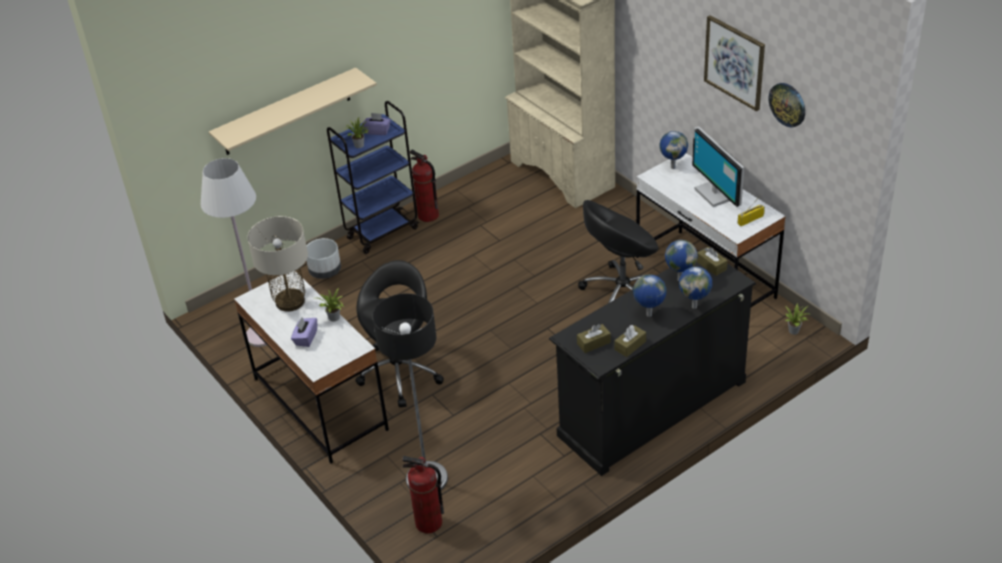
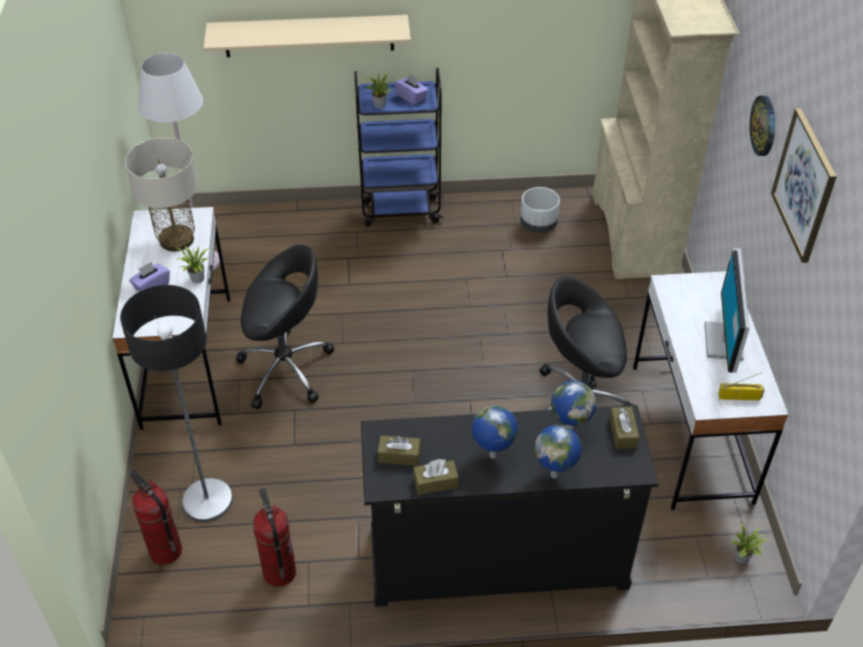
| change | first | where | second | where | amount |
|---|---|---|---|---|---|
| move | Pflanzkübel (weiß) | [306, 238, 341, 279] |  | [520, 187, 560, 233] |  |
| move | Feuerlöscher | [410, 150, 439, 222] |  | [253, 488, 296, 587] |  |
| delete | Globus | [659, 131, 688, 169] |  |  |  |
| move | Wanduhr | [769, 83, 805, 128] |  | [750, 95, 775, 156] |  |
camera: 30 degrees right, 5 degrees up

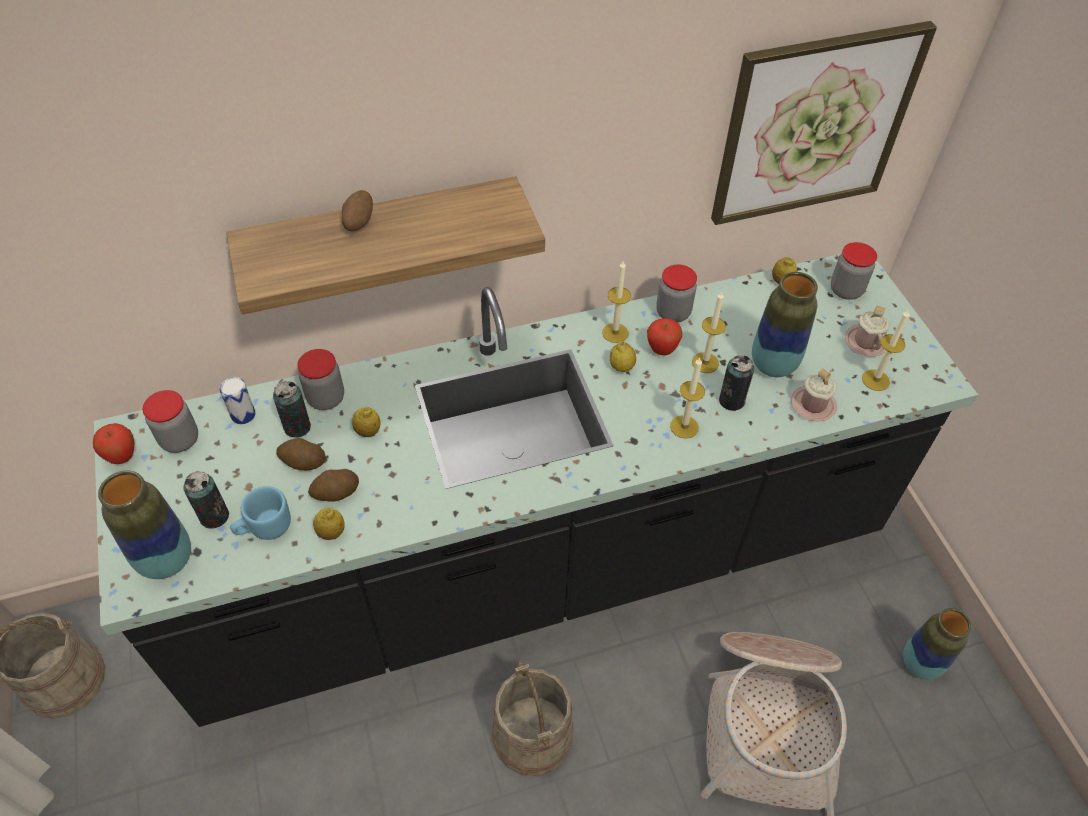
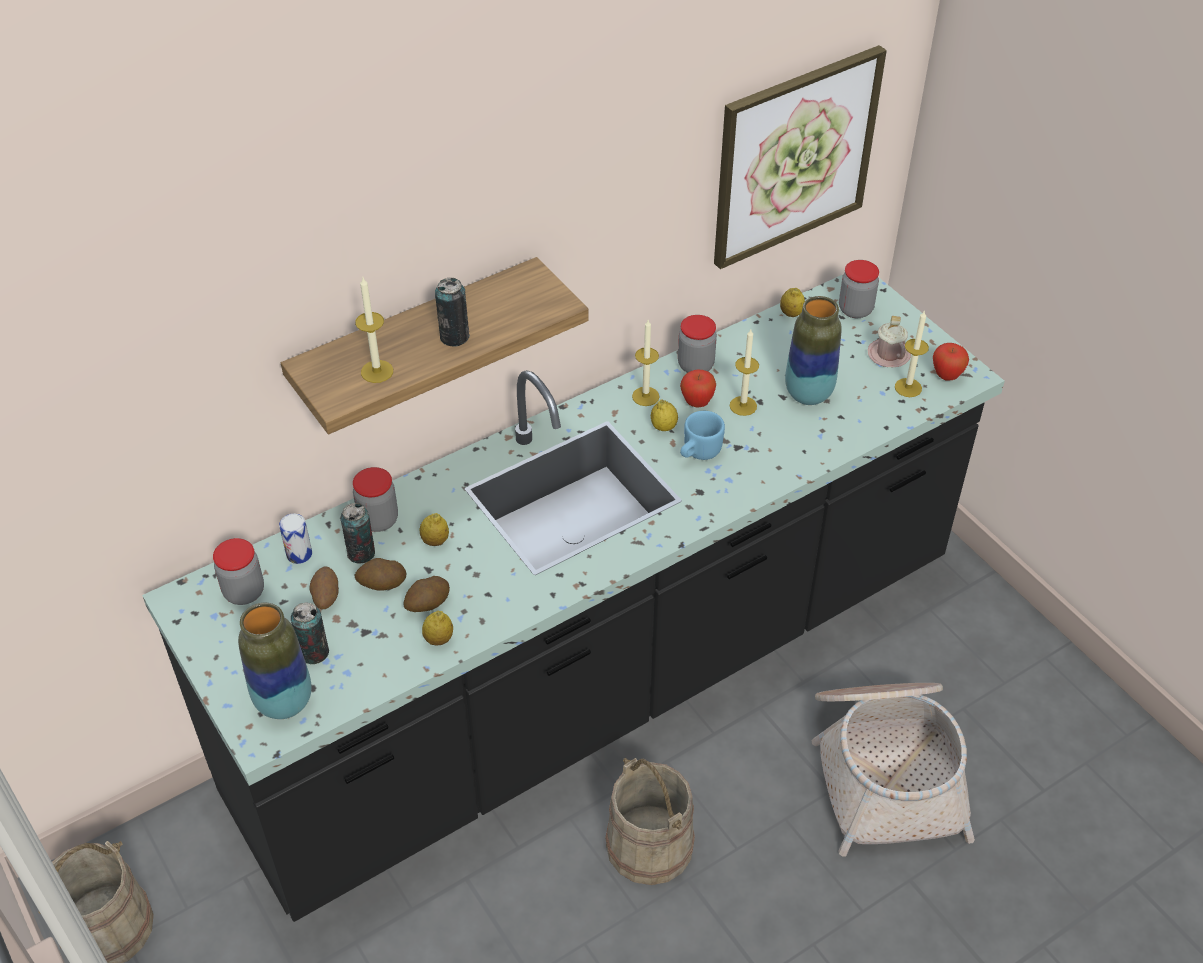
| change | first | where | second | where | amount |
|---|---|---|---|---|---|
| move | Apfel | [93, 423, 134, 464] |  | [933, 343, 969, 381] |  |
| move | Henkelbecher (blau) | [230, 486, 291, 540] |  | [680, 411, 725, 460] |  |
| move | Kartoffel | [341, 190, 373, 231] |  | [310, 566, 339, 609] |  |
| move | Kerze | [670, 358, 705, 439] |  | [355, 278, 393, 383] |  |
| move | Dose | [719, 355, 754, 411] |  | [435, 278, 470, 347] |  |
| delete | Henkelbecher (rosa) | [791, 369, 837, 421] |  |  |  |
| delete | Vase | [903, 608, 971, 680] |  |  |  |
camera: 15 degrees left, 5 degrees down

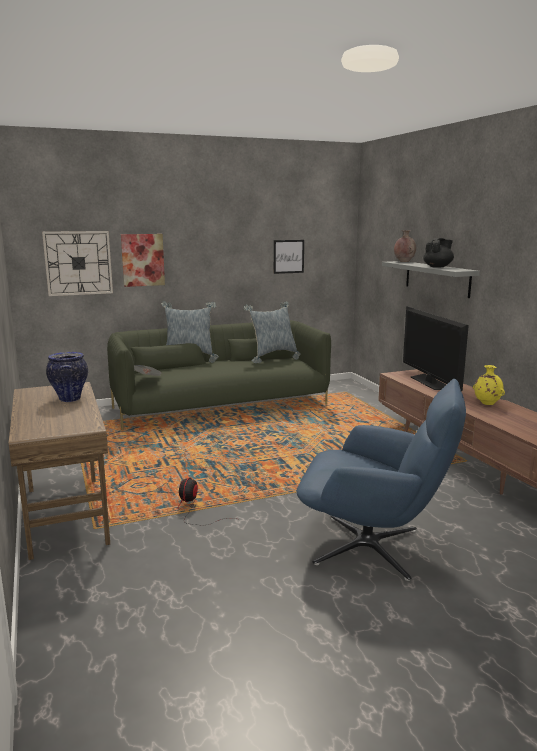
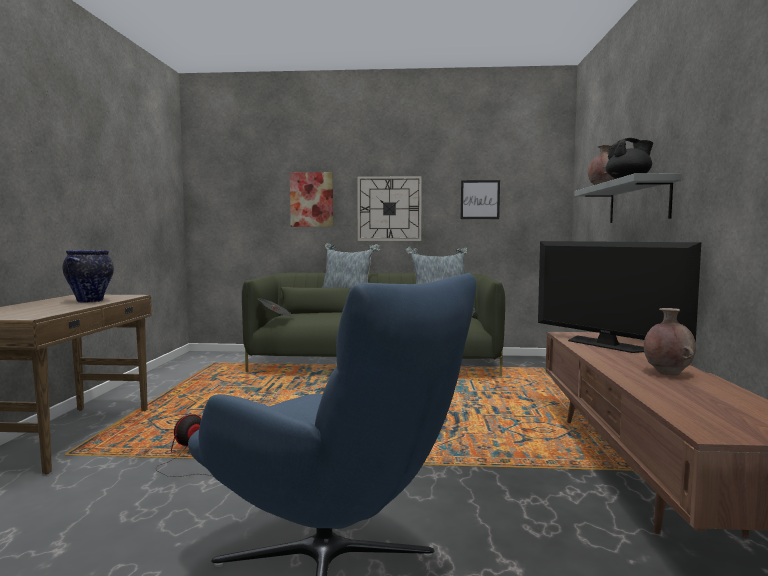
| change | first | where | second | where | amount |
|---|---|---|---|---|---|
| move | Wanduhr | [42, 231, 113, 296] |  | [357, 176, 422, 241] |  |
| rotate | Fernseher | [403, 306, 469, 391] |  | [538, 241, 701, 353] | 45 degrees counterclockwise |
| recolor | Vase (gelb) | [473, 365, 505, 405] | Vase (braun) | [644, 308, 696, 376] |  |
camera: 25 degrees right, 10 degrees down

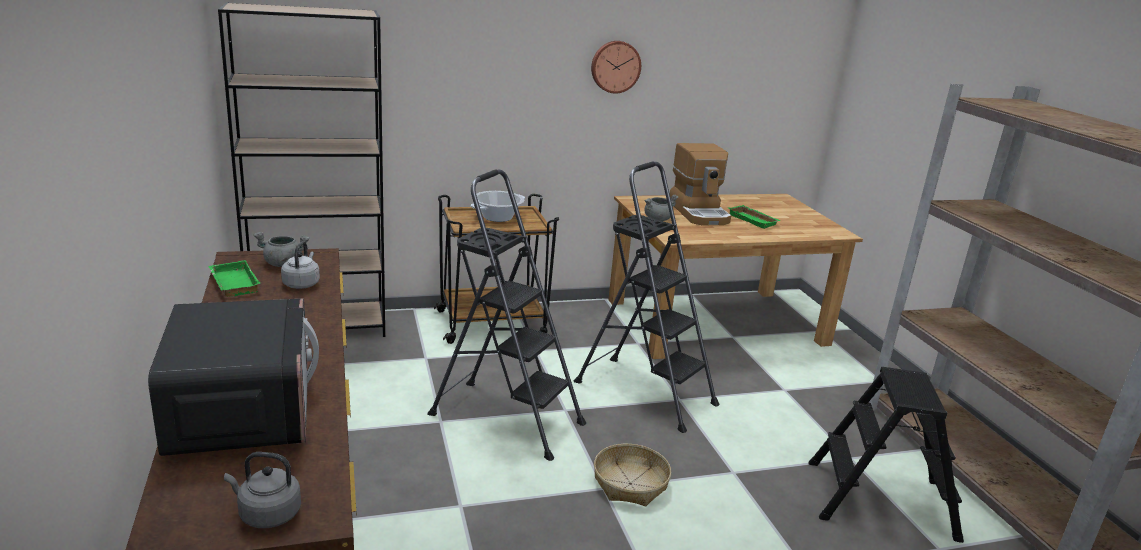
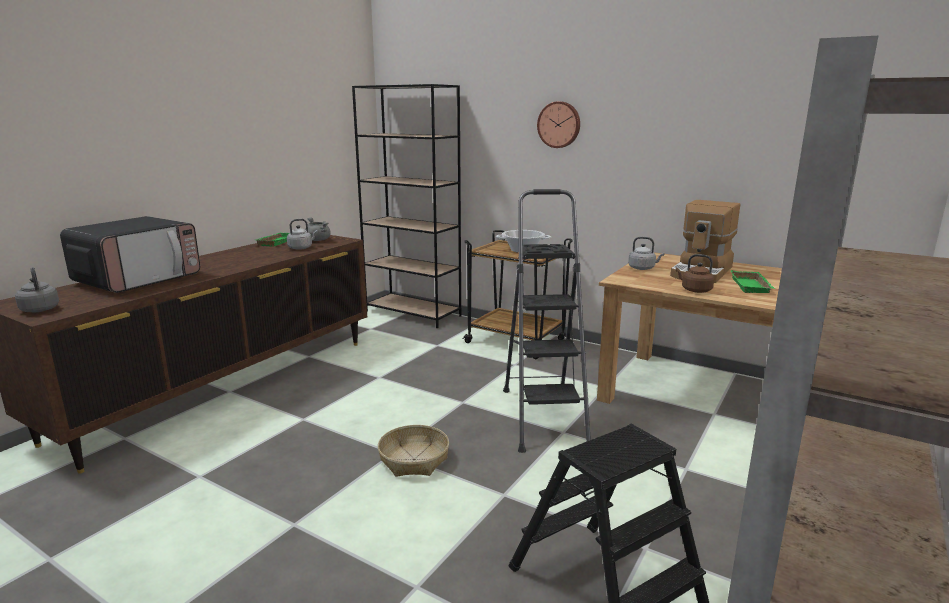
| change | first | where | second | where | amount |
|---|---|---|---|---|---|
| delete | Trittleiter | [427, 169, 586, 461] |  |  |  |
| move | Wanduhr | [591, 41, 641, 94] |  | [537, 101, 580, 148] |  |
| replace | Kochtopf (grau) | [644, 195, 678, 221] | Wasserkessel (grau) | [628, 237, 664, 270] |  |
| insert |  |  | Wasserkessel (braun) | [676, 254, 714, 293] |  |
camera: 50 degrees right, 5 degrees down

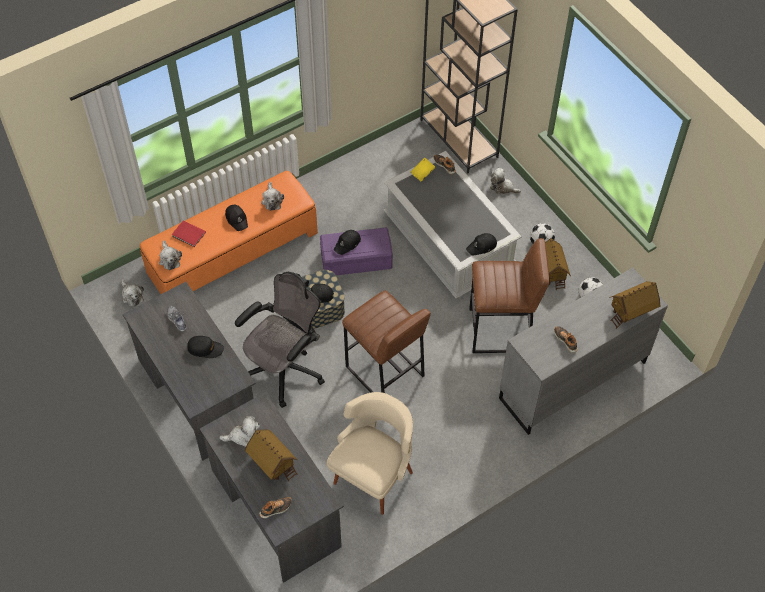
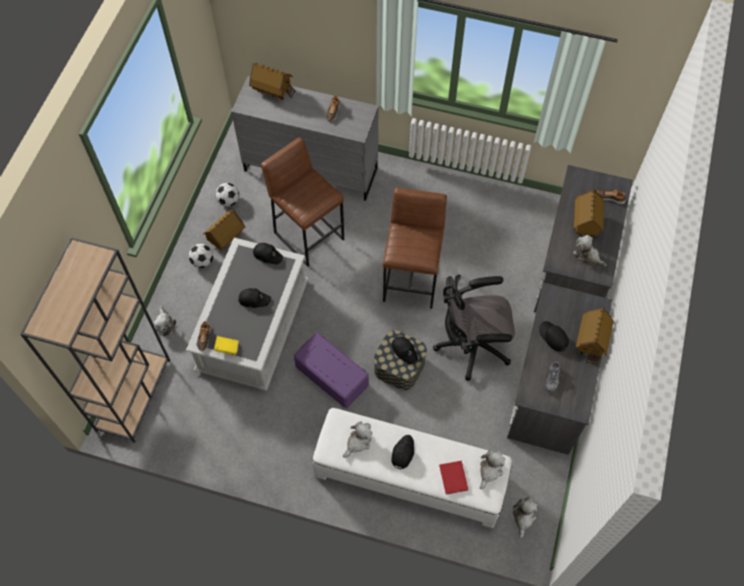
| change | first | where | second | where | amount |
|---|---|---|---|---|---|
| recolor | Bank (orange) | [140, 171, 318, 294] | Bank (weiß) | [313, 408, 512, 528] |  |
| delete | Stuhl (beige) | [326, 392, 413, 514] |  |  |  |
| move | Kappe (schwarz) | [334, 230, 361, 255] |  | [238, 288, 271, 308] |  |
| insert |  |  | Spielzeughaus | [575, 308, 614, 366] |  |
camera: 130 degrees left, 5 degrees up

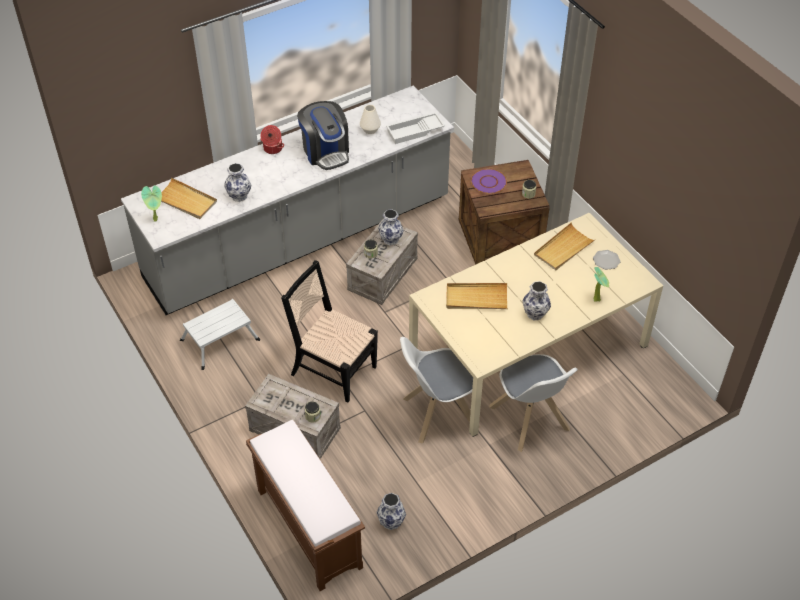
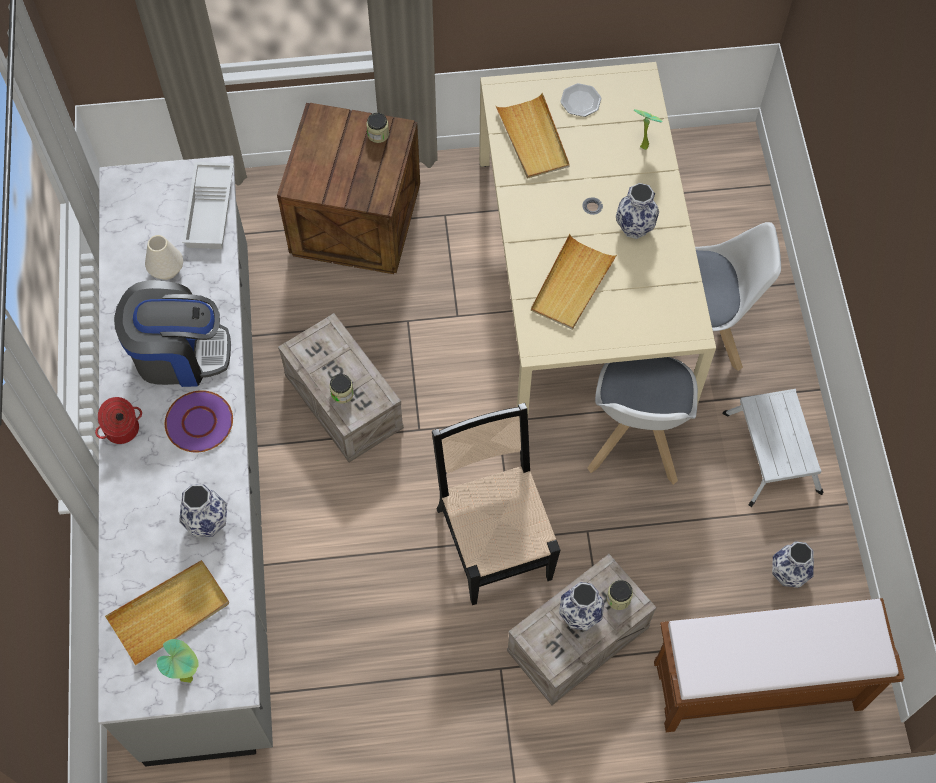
| change | first | where | second | where | amount |
|---|---|---|---|---|---|
| move | Trittleiter (weiß) | [180, 299, 260, 370] |  | [722, 389, 823, 507] |  |
| rotate | Stuhl | [281, 260, 378, 402] |  | [432, 403, 560, 605] | 105 degrees clockwise |
| move | Vase | [378, 209, 404, 245] |  | [559, 582, 604, 631] |  |
| move | Teller (lila) | [471, 169, 507, 194] |  | [165, 390, 233, 452] |  |
camera: 65 degrees left, 15 degrees up

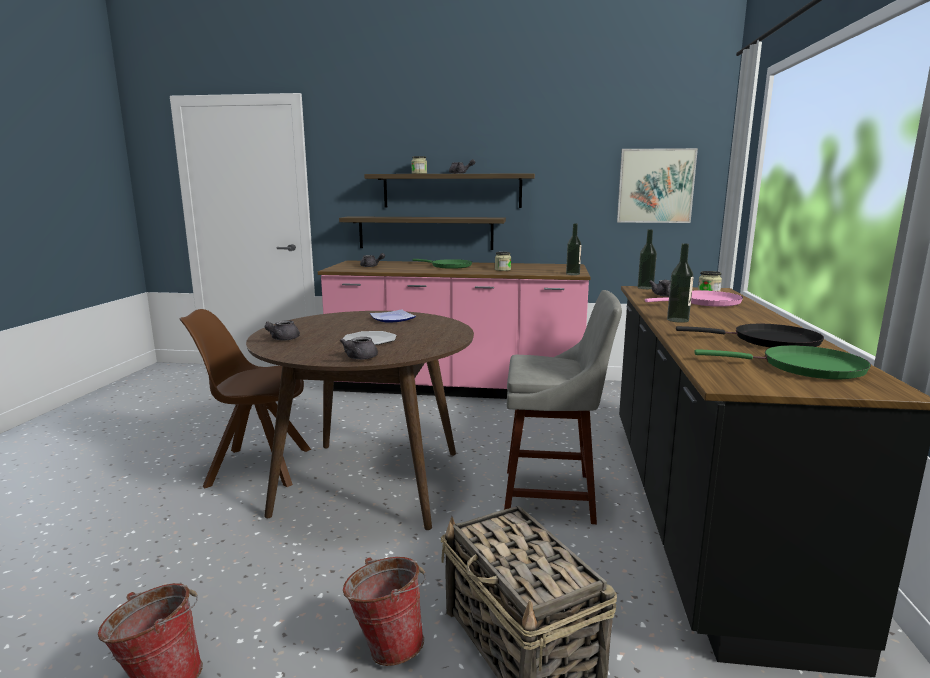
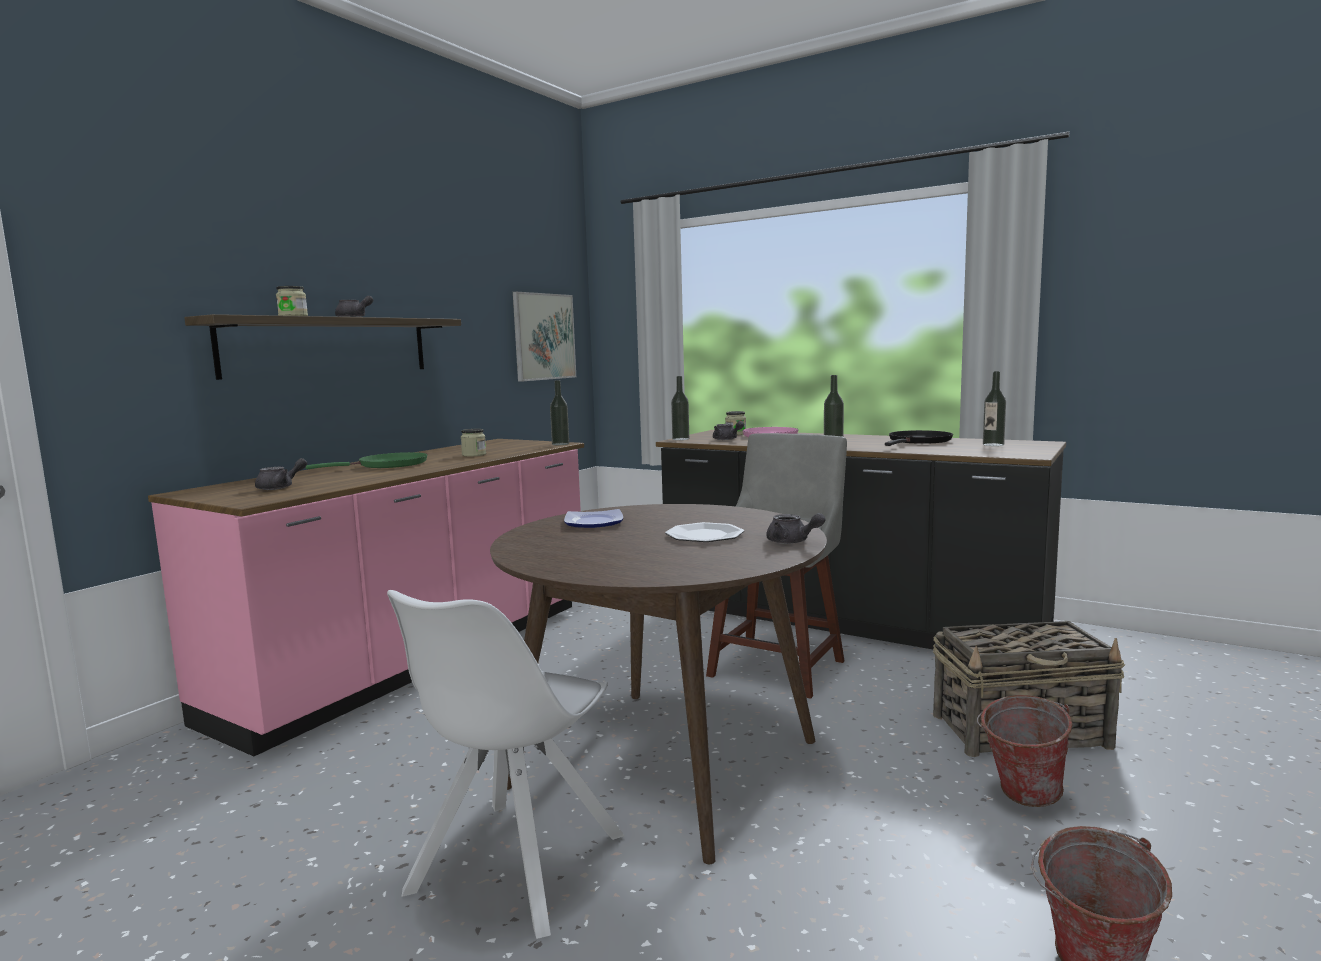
| change | first | where | second | where | amount |
|---|---|---|---|---|---|
| recolor | Stuhl (braun) | [180, 309, 311, 489] | Stuhl (weiß) | [387, 590, 624, 939] |  |
| delete | Teekanne (grau) | [265, 320, 300, 340] |  |  |  |
| delete | Wandregal | [339, 216, 506, 250] |  |  |  |
| replace | Pfanne (grün) | [694, 345, 871, 379] | Flasche | [983, 371, 1006, 446] |  |
camera: 65 degrees left, 5 degrees down

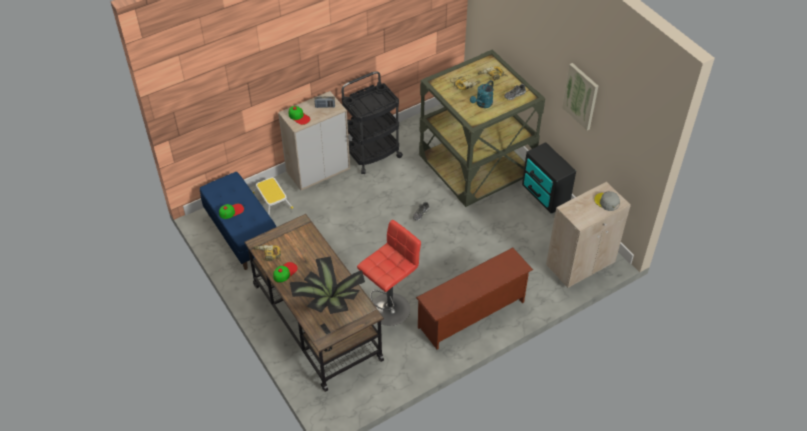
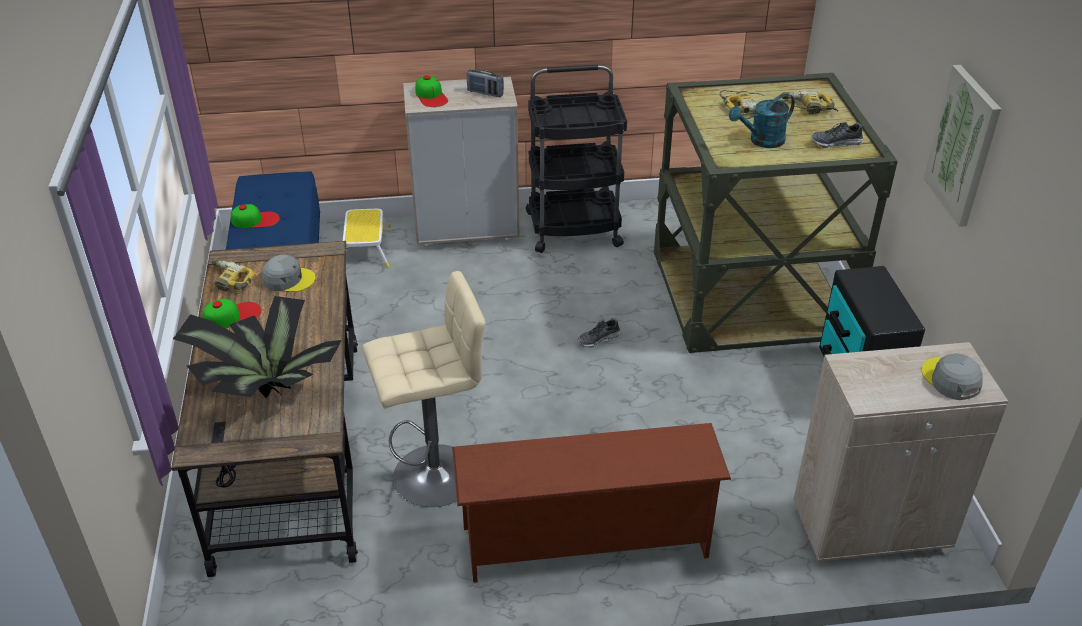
| change | first | where | second | where | amount |
|---|---|---|---|---|---|
| recolor | Hocker (rot) | [357, 220, 421, 326] | Hocker (beige) | [362, 271, 486, 507] |  |
| insert |  |  | Kappe (grau) | [262, 255, 316, 292] |  |
camera: 25 degrees right, 10 degrees down

